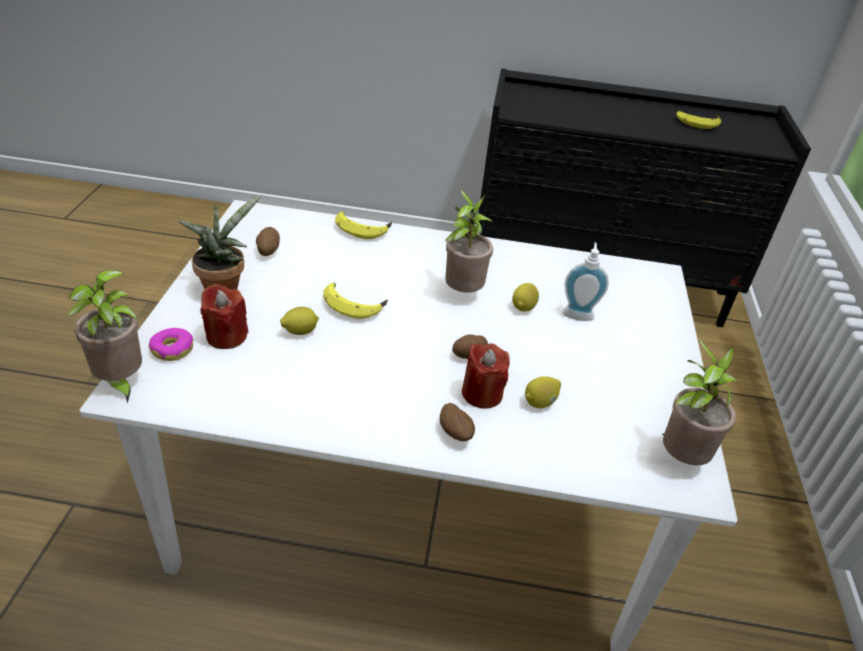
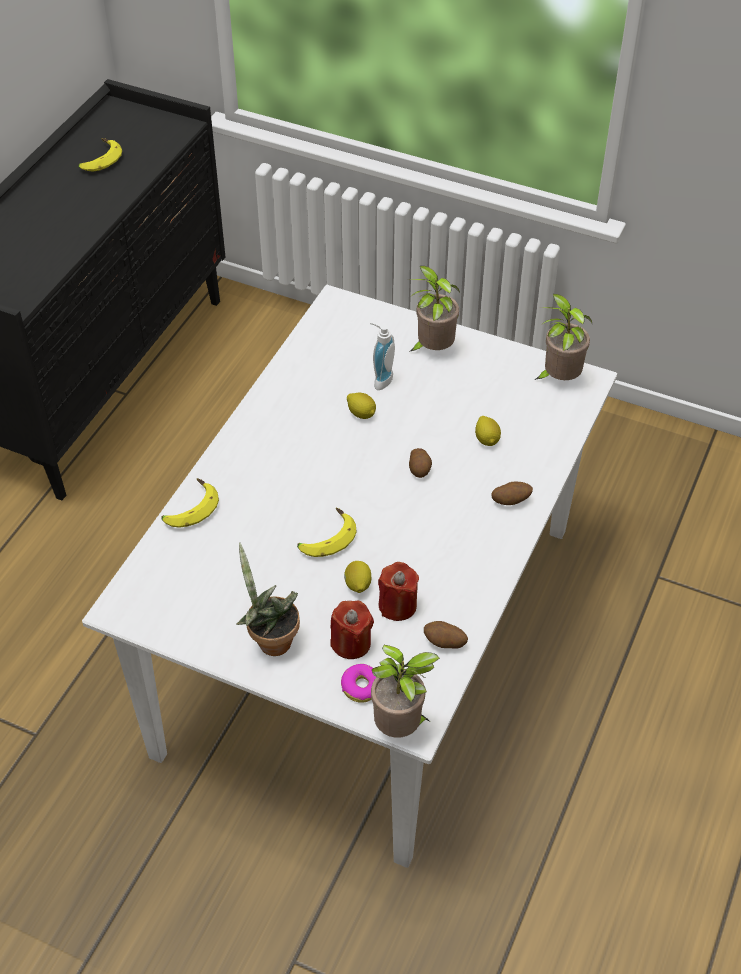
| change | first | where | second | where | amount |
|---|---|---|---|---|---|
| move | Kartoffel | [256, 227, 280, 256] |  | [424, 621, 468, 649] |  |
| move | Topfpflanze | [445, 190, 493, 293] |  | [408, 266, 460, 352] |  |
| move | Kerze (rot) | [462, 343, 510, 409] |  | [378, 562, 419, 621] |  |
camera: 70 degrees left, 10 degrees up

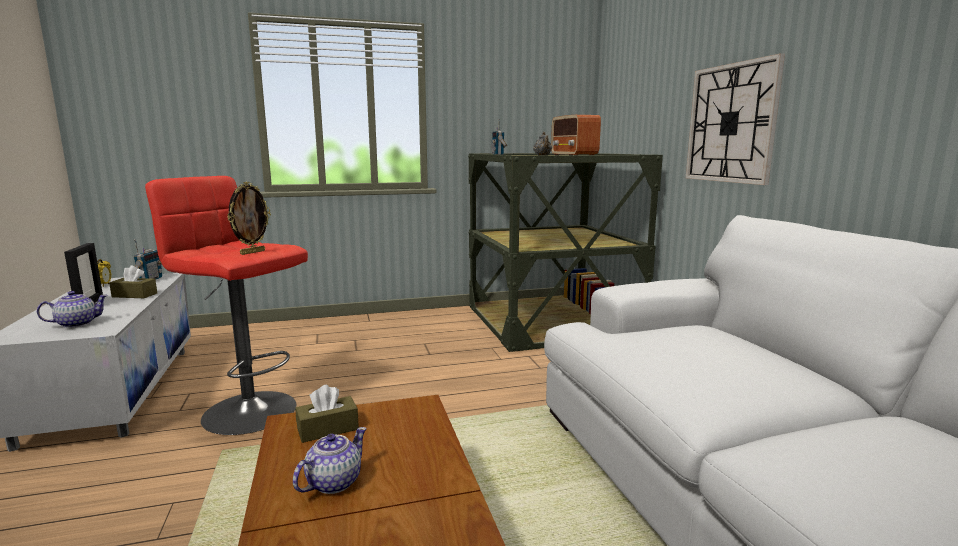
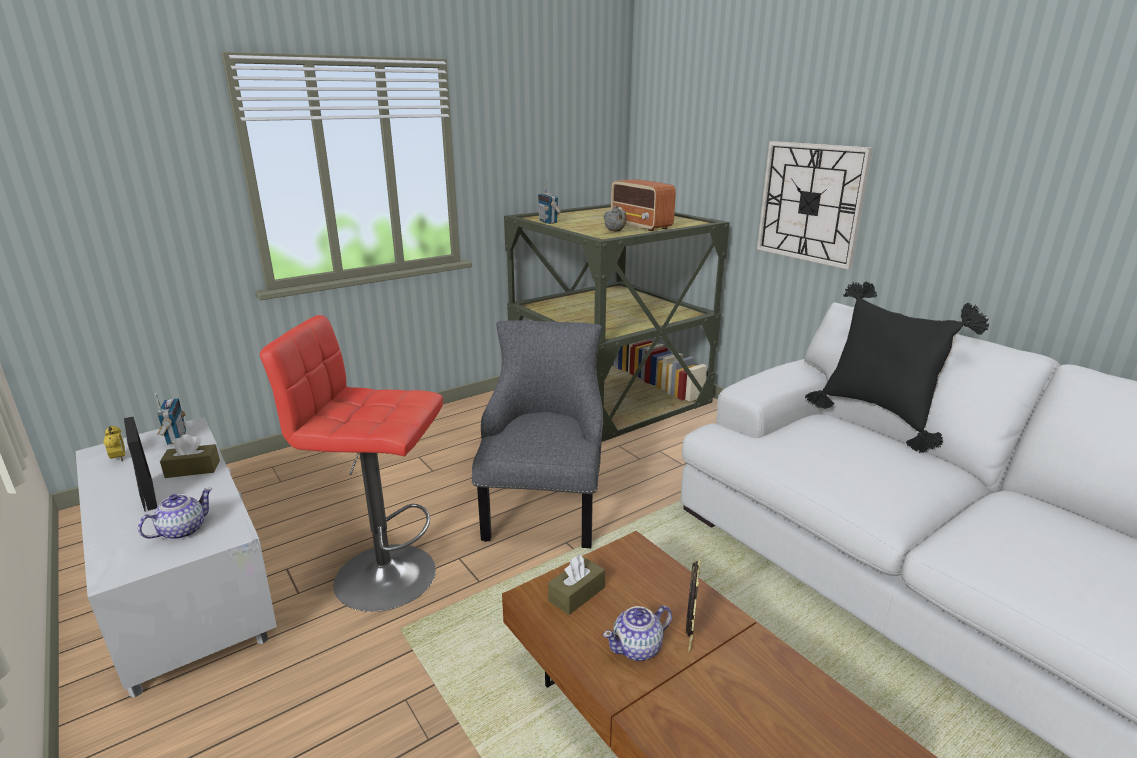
| change | first | where | second | where | amount |
|---|---|---|---|---|---|
| move | Bilderrahmen | [227, 182, 271, 255] |  | [686, 559, 701, 653] |  |
| rotate | Teekanne | [293, 427, 367, 494] |  | [603, 605, 672, 661] | 135 degrees counterclockwise |
| insert |  |  | Sessel (grau) | [472, 320, 603, 548] |  |
| insert |  |  | Kissen (schwarz) | [805, 282, 989, 454] |  |
camera: 20 degrees left, 10 degrees up

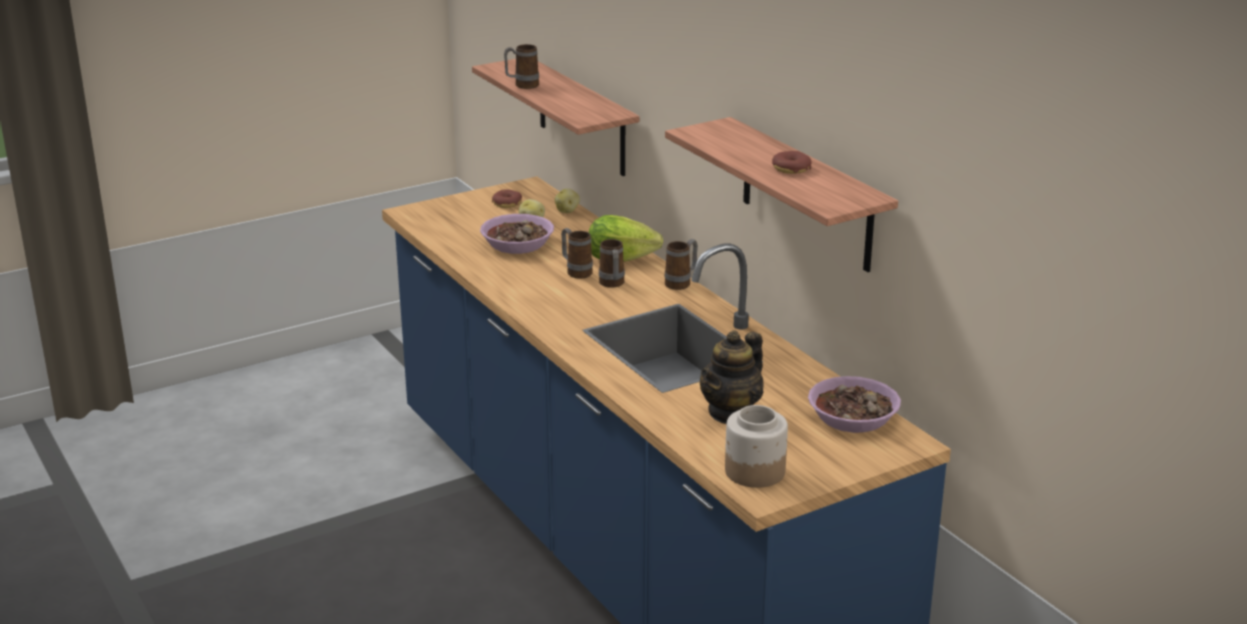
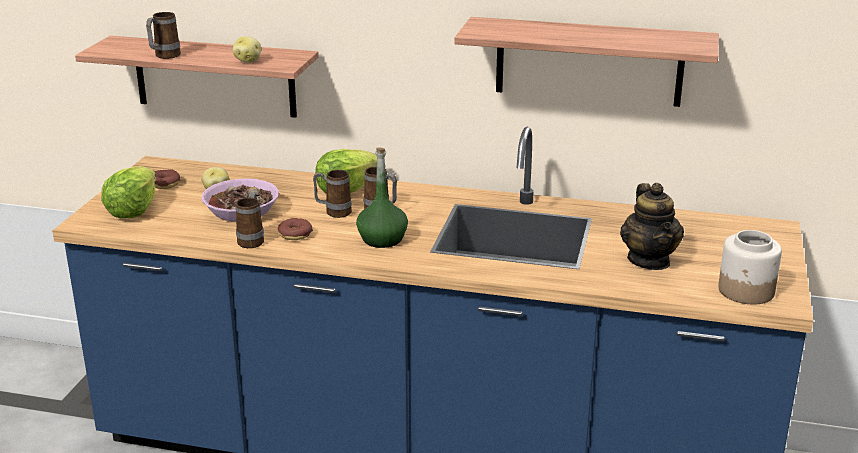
| change | first | where | second | where | amount |
|---|---|---|---|---|---|
| move | Kartoffel | [555, 188, 580, 213] |  | [233, 36, 261, 63] |  |
| move | Henkelbecher | [664, 239, 698, 290] |  | [235, 192, 264, 248] |  |
| move | Donut | [772, 151, 812, 174] |  | [278, 218, 313, 240] |  |
| delete | Schüssel | [808, 376, 901, 433] |  |  |  |
| insert |  |  | Salatkopf | [101, 166, 156, 218] |  |
| insert |  |  | Flasche (grün) | [356, 147, 408, 248] |  |
camera: 45 degrees left, 0 degrees up

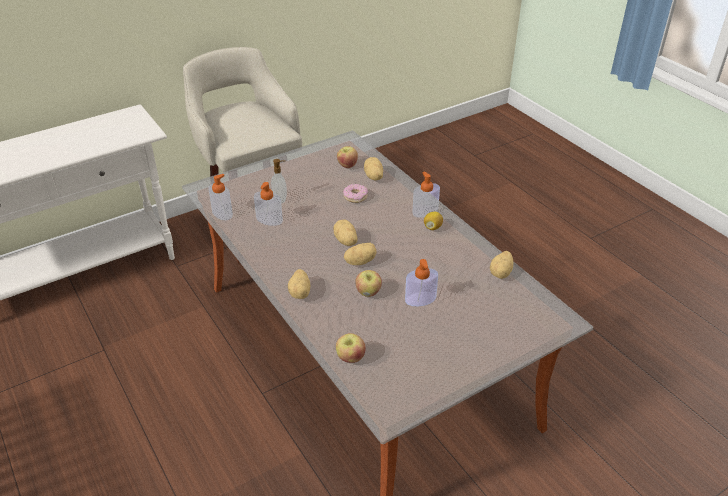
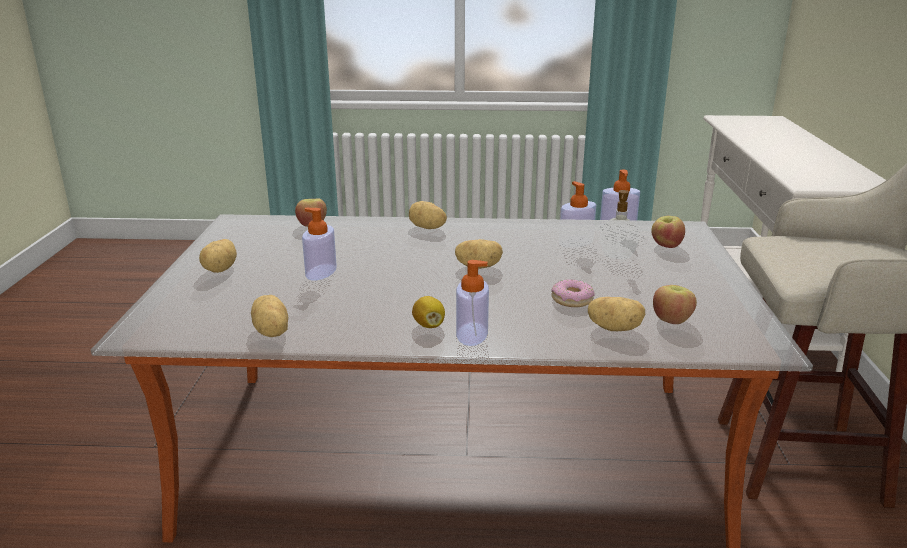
| change | first | where | second | where | amount |
|---|---|---|---|---|---|
| move | Kartoffel | [344, 243, 377, 265] |  | [199, 239, 237, 273] |  |
| move | Apfel | [355, 270, 382, 297] |  | [651, 216, 685, 248] |  |
camera: 125 degrees right, 15 degrees down

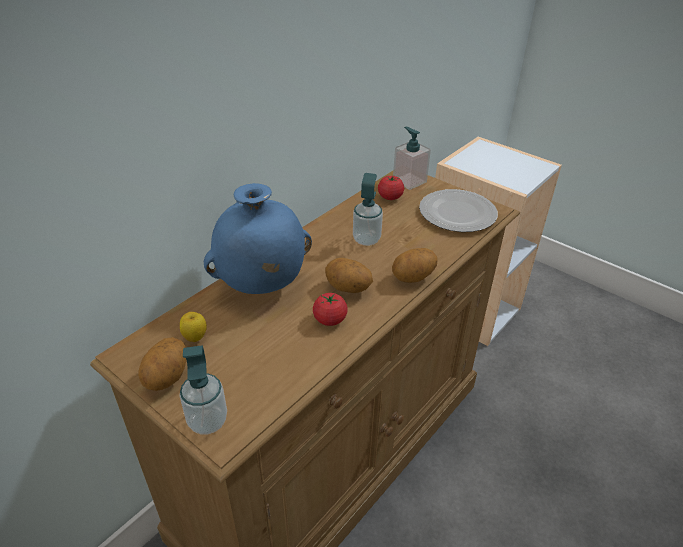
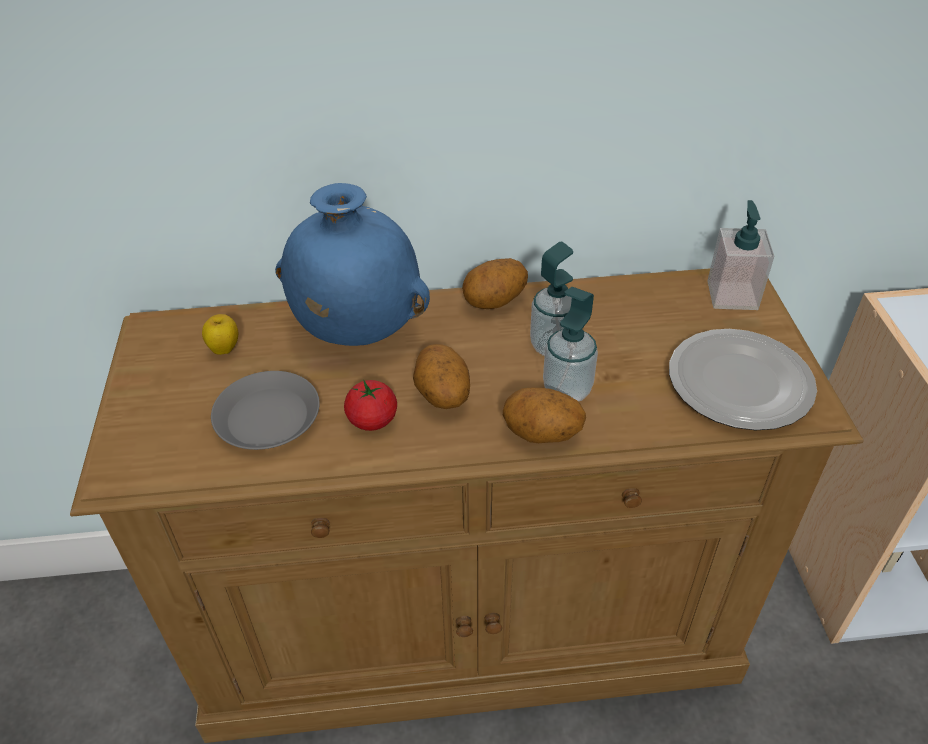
| change | first | where | second | where | amount |
|---|---|---|---|---|---|
| move | Kartoffel | [138, 337, 187, 391] |  | [462, 258, 528, 309] |  |
| move | Seifenspender | [179, 345, 227, 435] |  | [543, 287, 598, 402] |  |
| delete | Tomate | [378, 176, 404, 200] |  |  |  |
| insert |  |  | Teller (grau) | [211, 371, 320, 450] |  |
camera: 45 degrees right, 5 degrees up

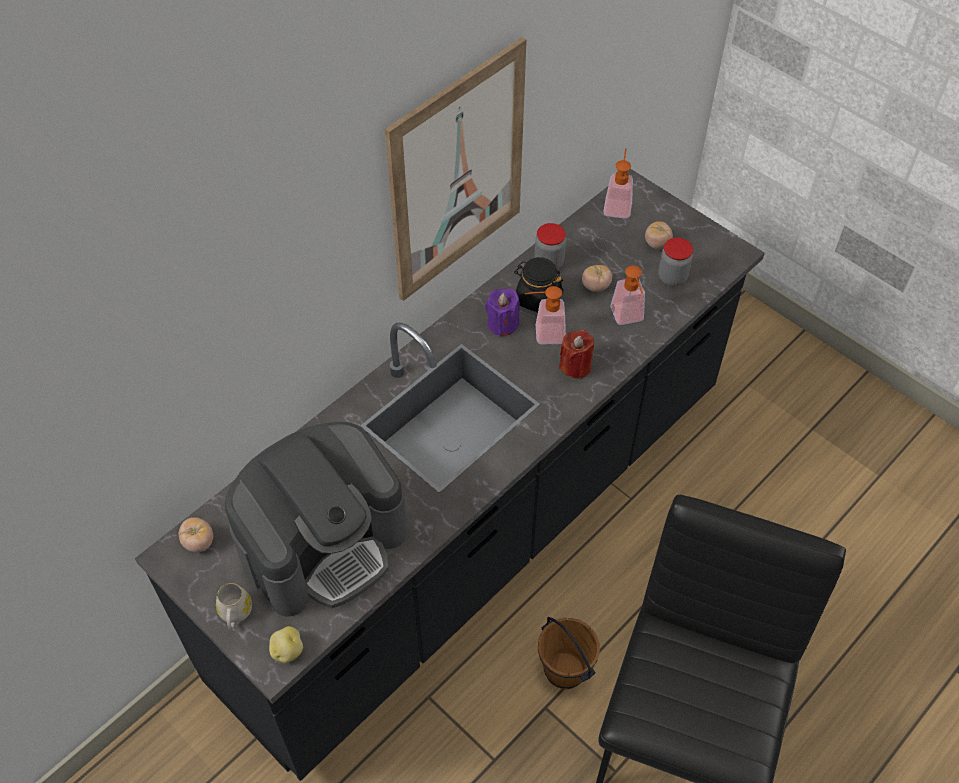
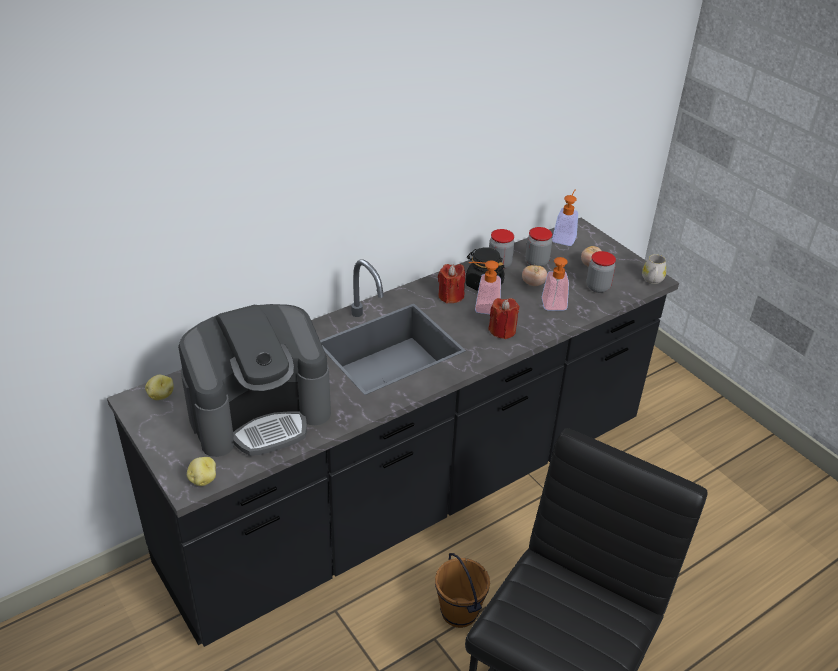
| change | first | where | second | where | amount |
|---|---|---|---|---|---|
| replace | Tomate | [179, 517, 213, 552] | Kartoffel | [145, 375, 174, 400] |  |
| move | Henkelbecher (weiß) | [216, 583, 252, 629] |  | [642, 254, 666, 284] |  |
| delete | Bild | [385, 37, 527, 301] |  |  |  |
| recolor | Kerze (lila) | [485, 288, 520, 337] | Kerze (rot) | [438, 264, 465, 303] |  |
| insert |  |  | Vorratsglas | [525, 227, 552, 267] |  |
camera: 10 degrees right, 15 degrees down

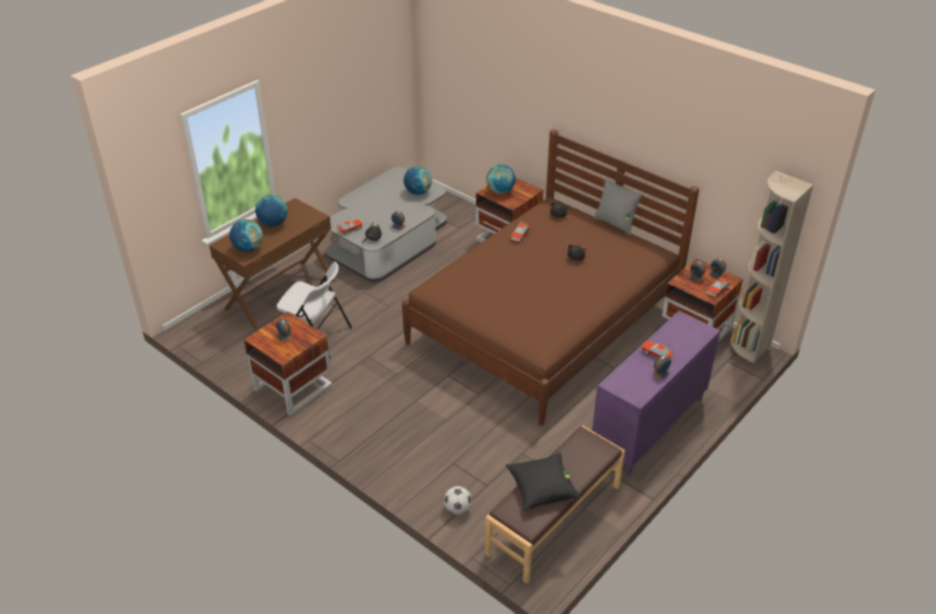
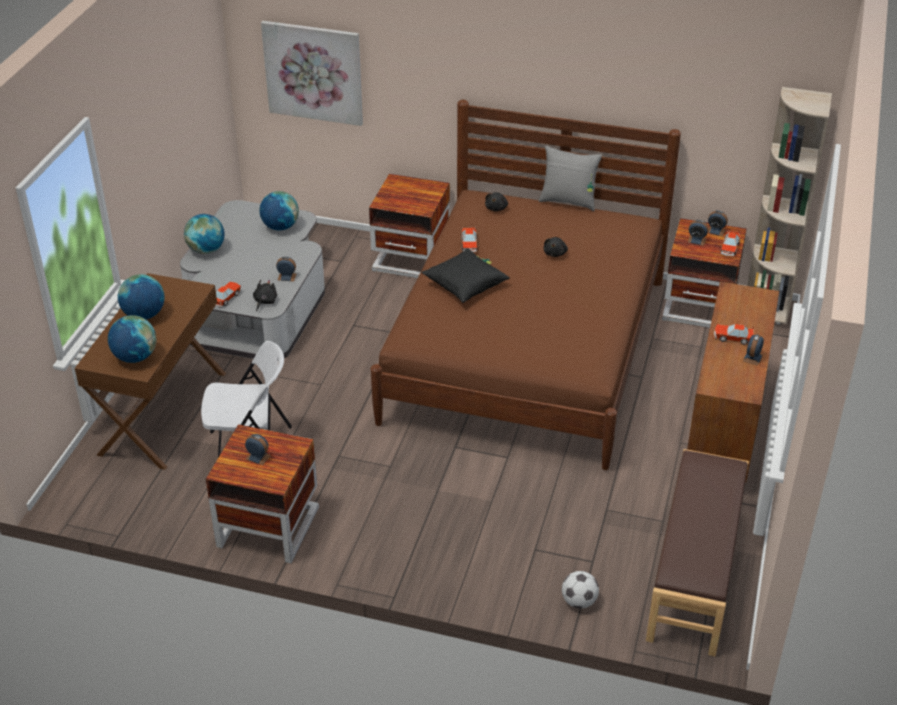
| change | first | where | second | where | amount |
|---|---|---|---|---|---|
| move | Globus | [486, 164, 516, 194] |  | [184, 214, 225, 254] |  |
| move | Kissen (schwarz) | [506, 453, 581, 511] |  | [422, 248, 510, 303] |  |
| recolor | Schrank (lila) | [592, 311, 720, 476] | Schrank (braun) | [687, 281, 779, 483] |  |
| insert |  |  | Bild | [261, 21, 363, 126] |  |
camera: 25 degrees left, 0 degrees up

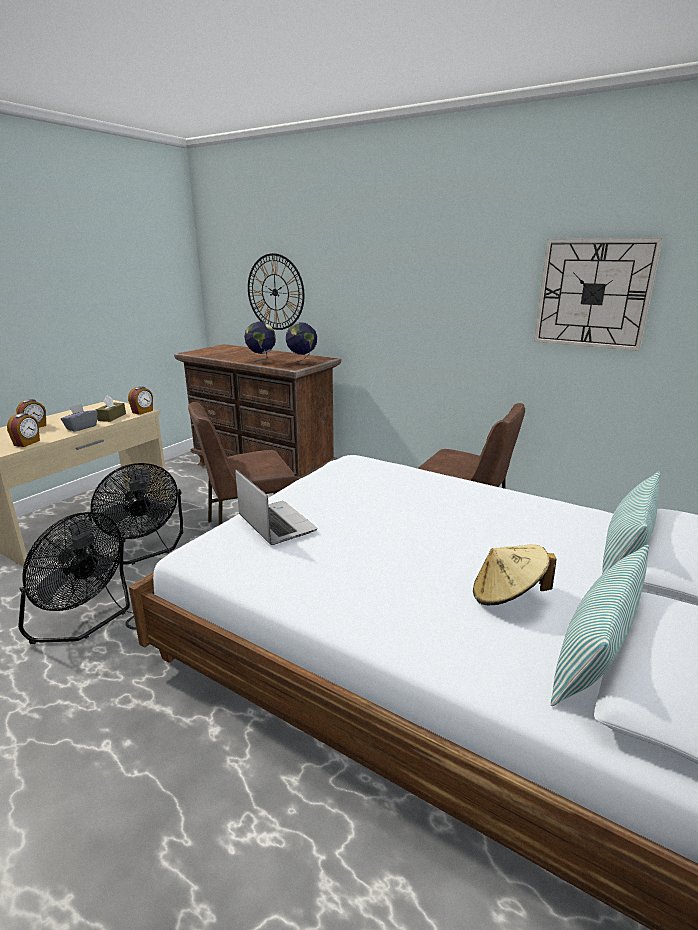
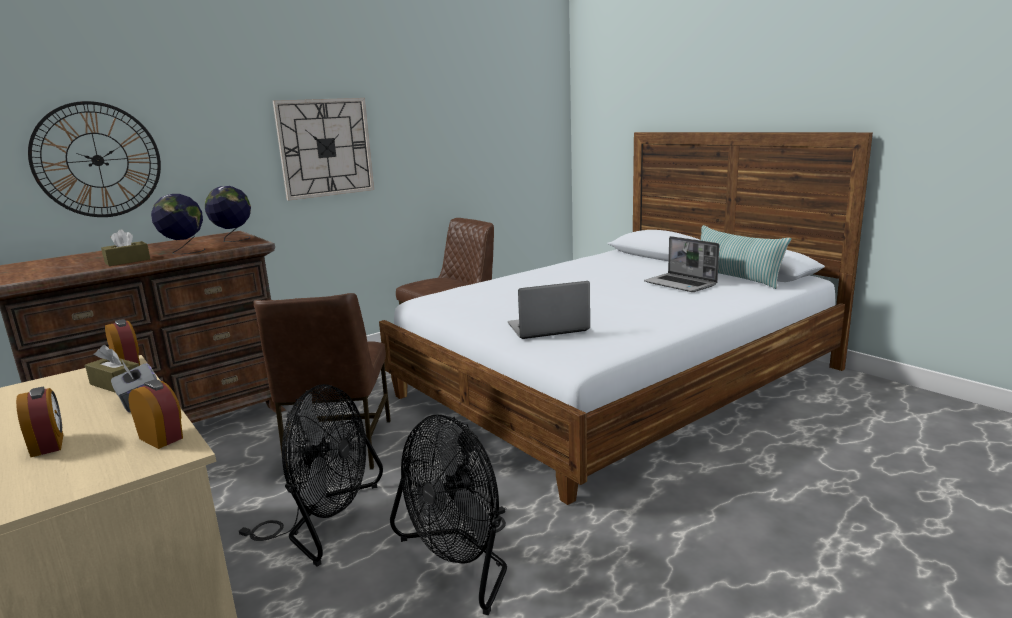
| change | first | where | second | where | amount |
|---|---|---|---|---|---|
| rotate | Ventilator (schwarz) | [88, 463, 183, 565] |  | [239, 384, 383, 567] | 150 degrees counterclockwise |
| replace | Hut (beige) | [473, 544, 557, 605] | Laptop | [644, 236, 719, 292] |  |
| move | Wanduhr | [534, 238, 663, 351] |  | [273, 98, 374, 201] |  |
| delete | Kissen | [602, 471, 660, 575] |  |  |  |
| insert |  |  | Taschentuchbox (braun) | [101, 230, 150, 266] |  |
camera: 70 degrees left, 5 degrees down

